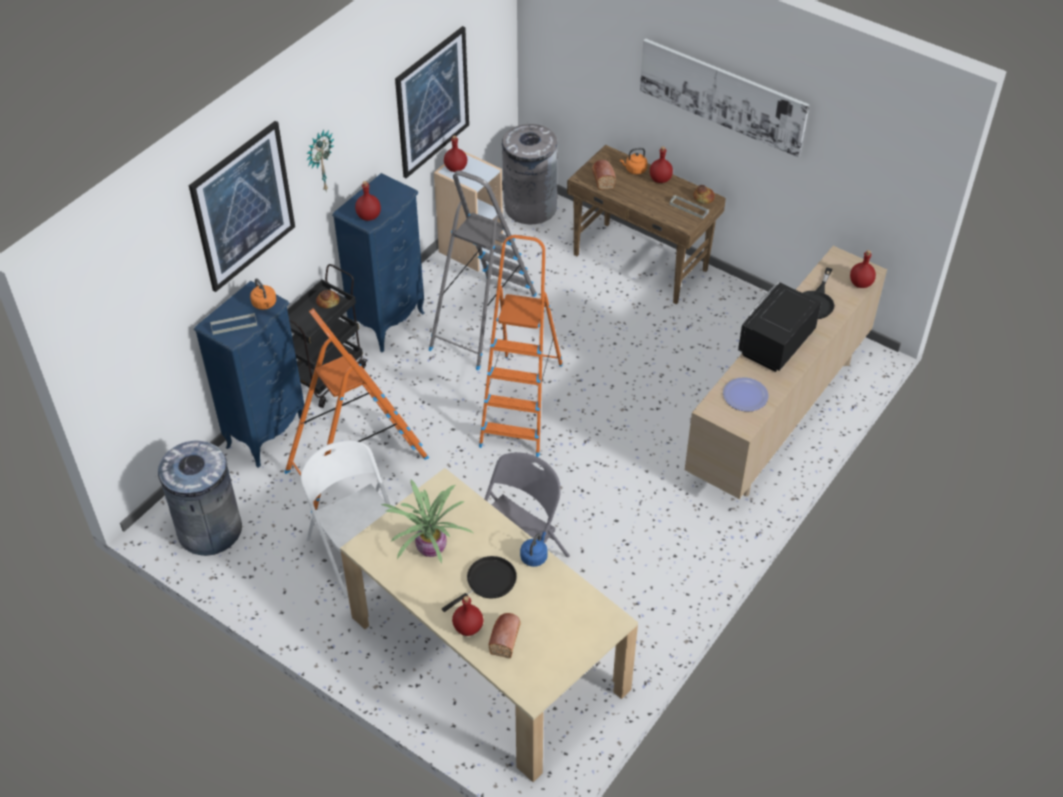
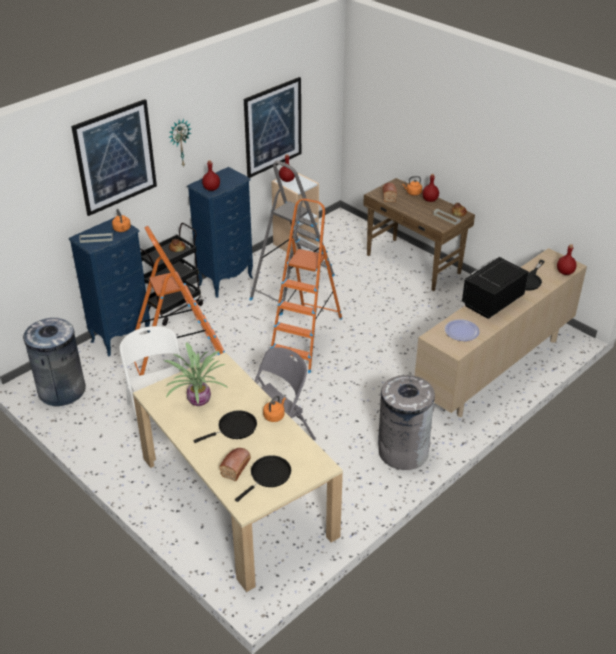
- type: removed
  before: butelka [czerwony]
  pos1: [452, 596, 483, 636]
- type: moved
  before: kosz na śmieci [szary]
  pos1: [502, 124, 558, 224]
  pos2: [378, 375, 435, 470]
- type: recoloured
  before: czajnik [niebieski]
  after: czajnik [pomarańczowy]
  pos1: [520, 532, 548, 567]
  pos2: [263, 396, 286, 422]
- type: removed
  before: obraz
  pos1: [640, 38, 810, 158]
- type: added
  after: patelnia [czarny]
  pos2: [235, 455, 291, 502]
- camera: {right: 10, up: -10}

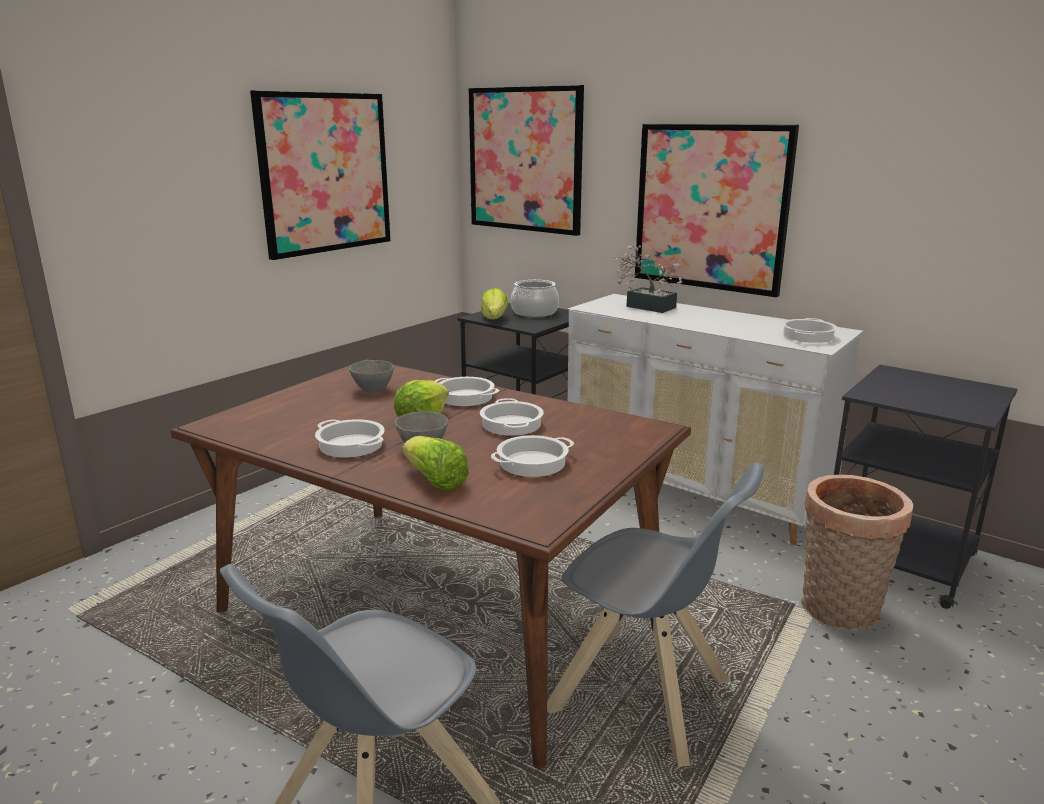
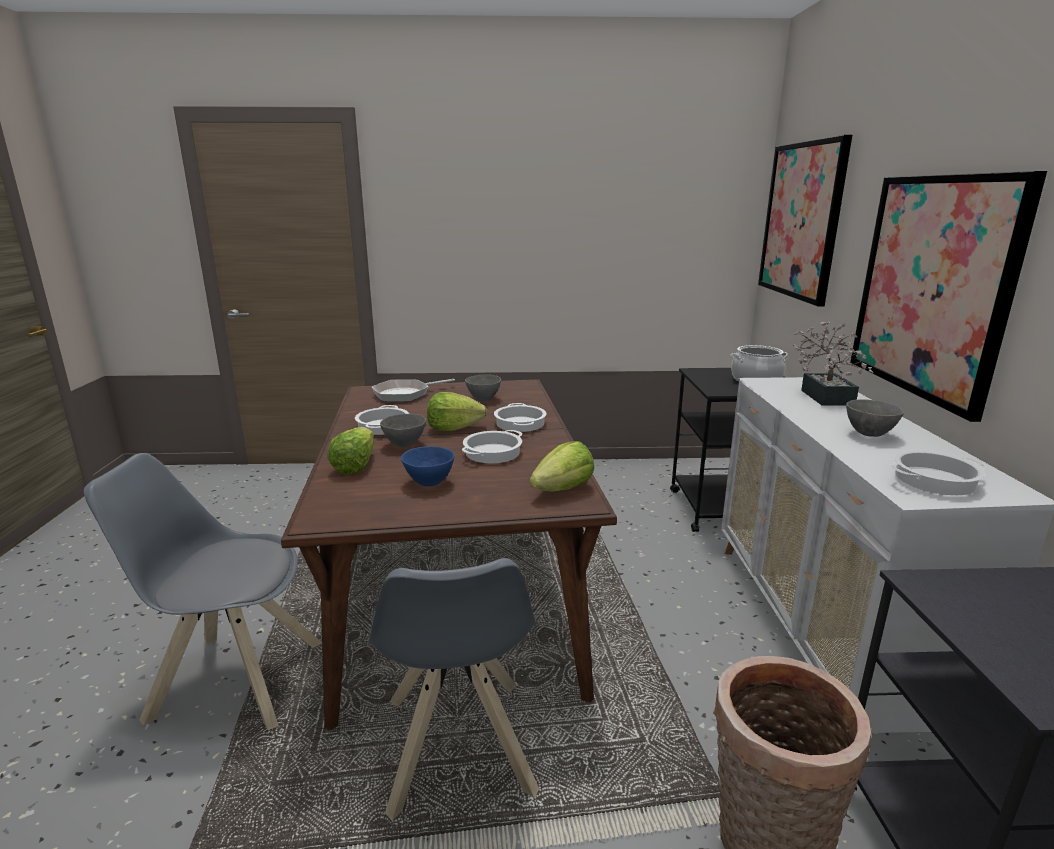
- type: removed
  before: obraz
  pos1: [250, 90, 391, 260]
- type: moved
  before: sałata
  pos1: [481, 288, 508, 319]
  pos2: [530, 441, 594, 492]
- type: replaced
  before: garnek
  after: miska [niebieski]
  pos1: [491, 435, 574, 477]
  pos2: [401, 446, 454, 486]
- type: added
  after: patelnia
  pos2: [372, 379, 455, 402]
- type: added
  after: miska [szary]
  pos2: [846, 399, 904, 437]
- camera: {right: 50, up: 0}

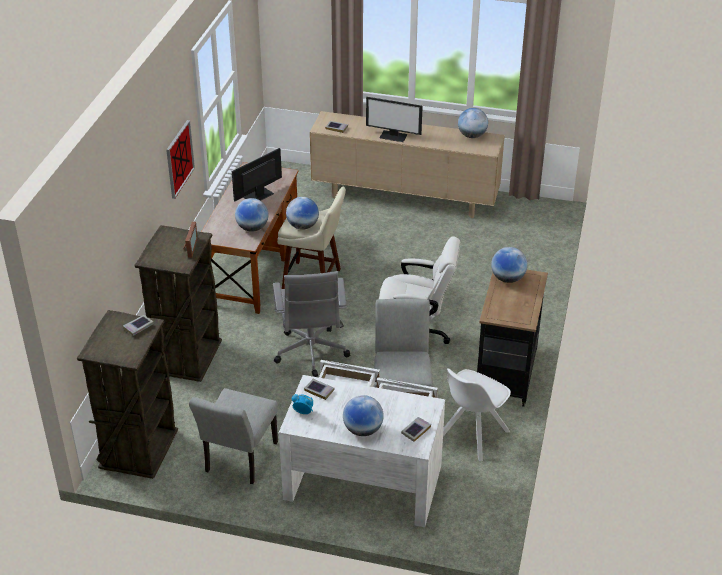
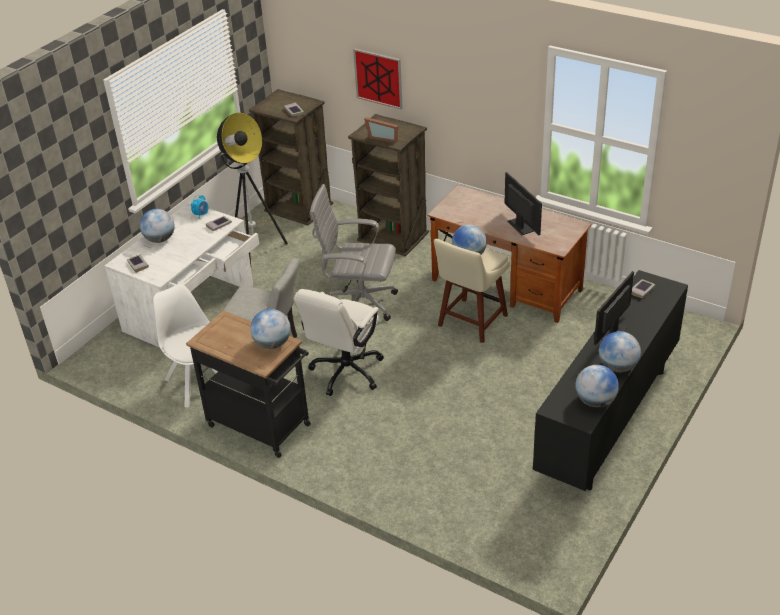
- type: moved
  before: obraz
  pos1: [166, 120, 195, 199]
  pos2: [353, 49, 403, 109]
- type: replaced
  before: krzesło [szary]
  after: lampa stojąca
  pos1: [189, 388, 278, 484]
  pos2: [217, 113, 288, 264]
- type: moved
  before: globus
  pos1: [235, 198, 269, 232]
  pos2: [599, 331, 641, 372]
- type: recoloured
  before: szafka [beżowy]
  after: szafka [czarny]
  pos1: [310, 111, 505, 218]
  pos2: [533, 270, 688, 491]
- camera: {right: 110, up: 0}

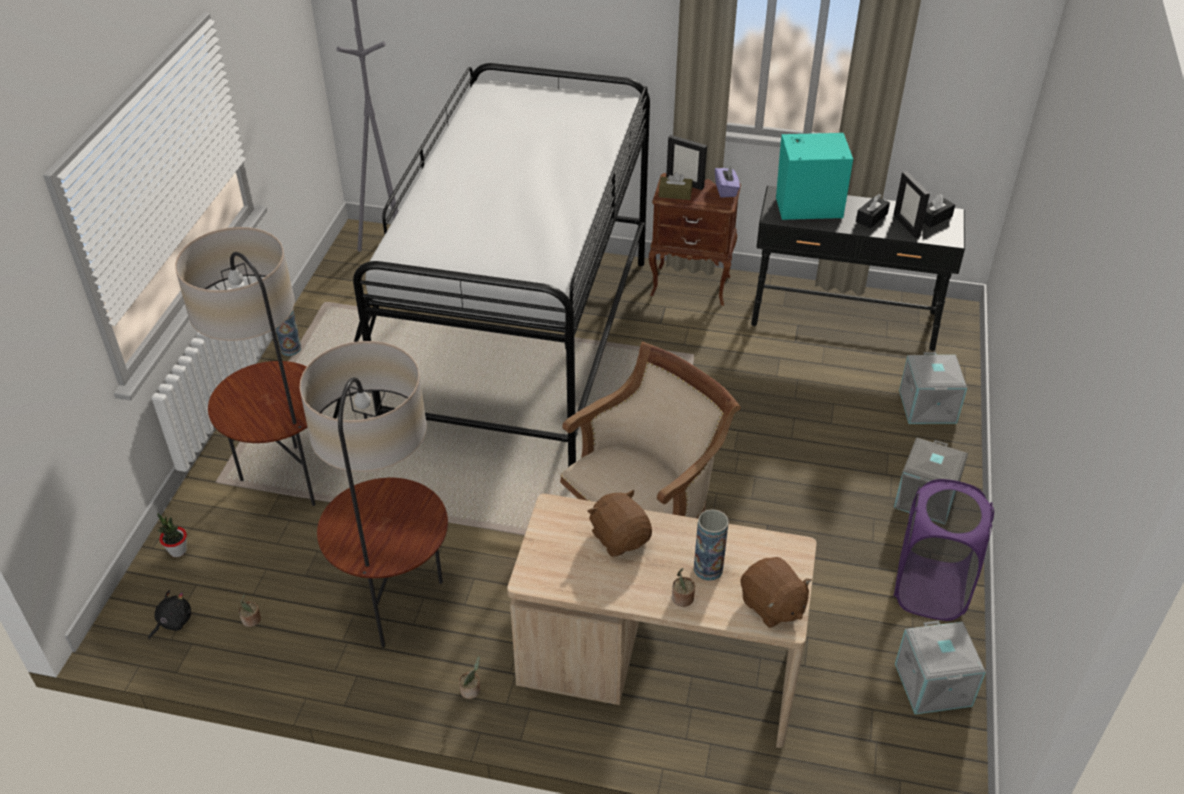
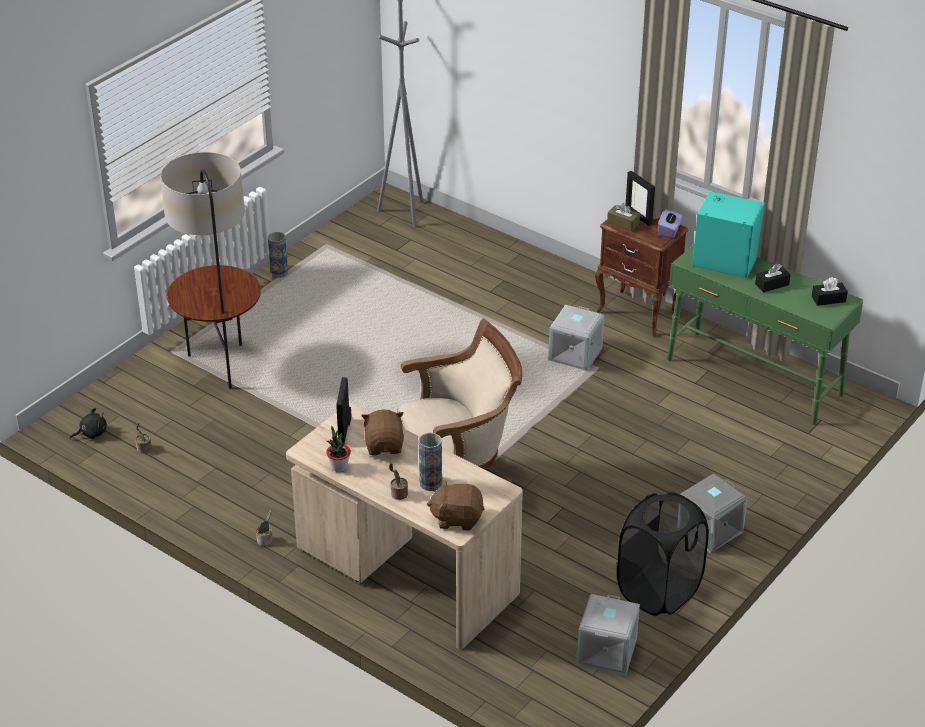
- type: moved
  before: roślina doniczkowa
  pos1: [157, 513, 187, 557]
  pos2: [326, 426, 351, 472]
- type: removed
  before: lampa stojąca
  pos1: [300, 341, 448, 648]
- type: removed
  before: łóżko [czarny]
  pos1: [333, 63, 650, 467]
- type: turned
  before: pluszak [brązowy]
  pos1: [740, 557, 812, 628]
  pos2: [427, 480, 485, 531]
  turn: 105
- type: recoloured
  before: stolik konsolowy [czarny]
  after: stolik konsolowy [zielony]
  pos1: [751, 186, 965, 351]
  pos2: [667, 245, 863, 425]
- type: moved
  before: ramka na zdjęcie
  pos1: [893, 171, 930, 238]
  pos2: [336, 377, 352, 443]
- type: recoloured
  before: kosz na pranie [fioletowy]
  after: kosz na pranie [czarny]
  pos1: [893, 479, 994, 621]
  pos2: [617, 492, 709, 616]
- type: moved
  before: pojemnik do przechowywania [szary]
  pos1: [899, 352, 967, 424]
  pos2: [548, 305, 604, 371]
- camera: {right: 25, up: -5}

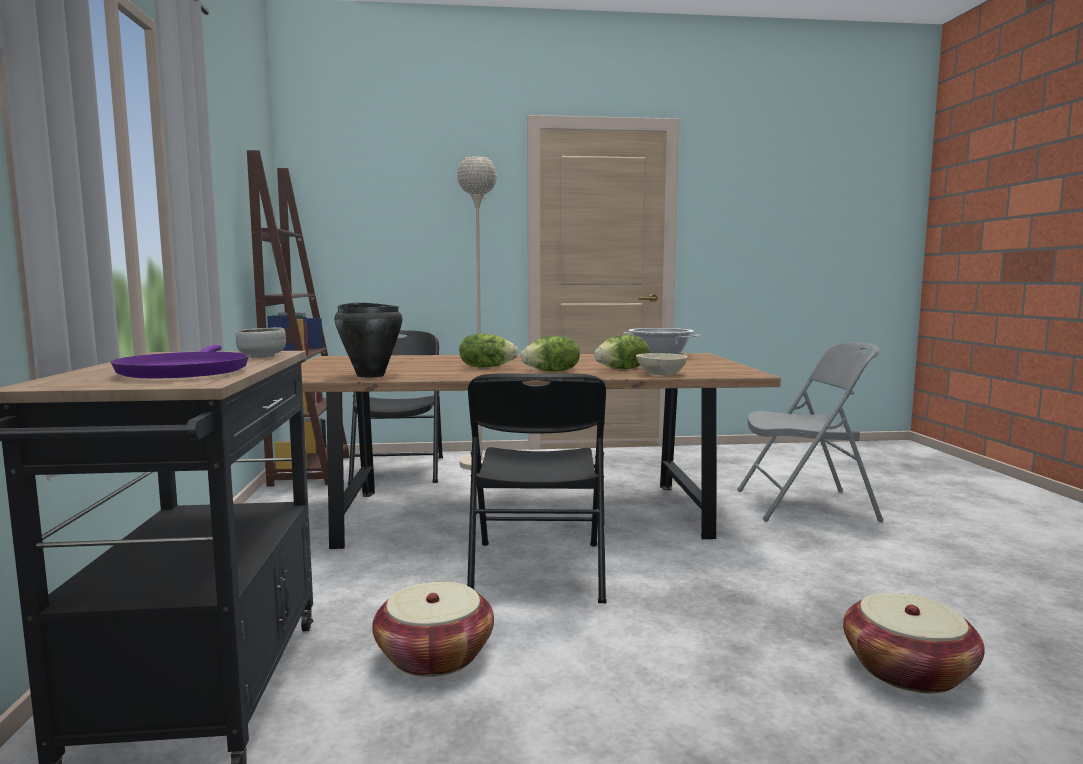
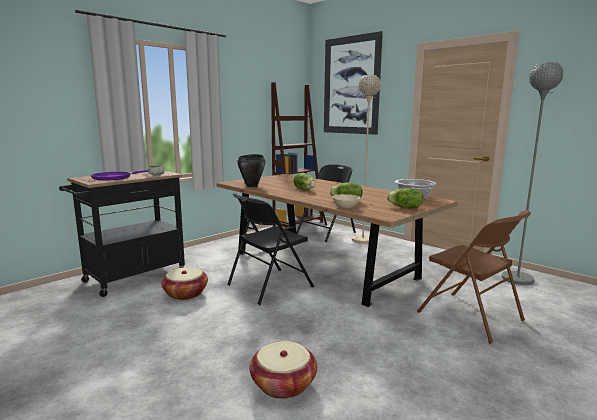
- type: moved
  before: sałata
  pos1: [521, 336, 580, 372]
  pos2: [387, 188, 423, 209]
- type: recoloured
  before: krzesło [szary]
  after: krzesło [brązowy]
  pos1: [737, 343, 883, 522]
  pos2: [417, 210, 531, 344]
- type: added
  after: obraz
  pos2: [324, 31, 383, 135]
- type: added
  after: lampa stojąca [szary]
  pos2: [502, 62, 563, 285]
- camera: {right: 50, up: 5}

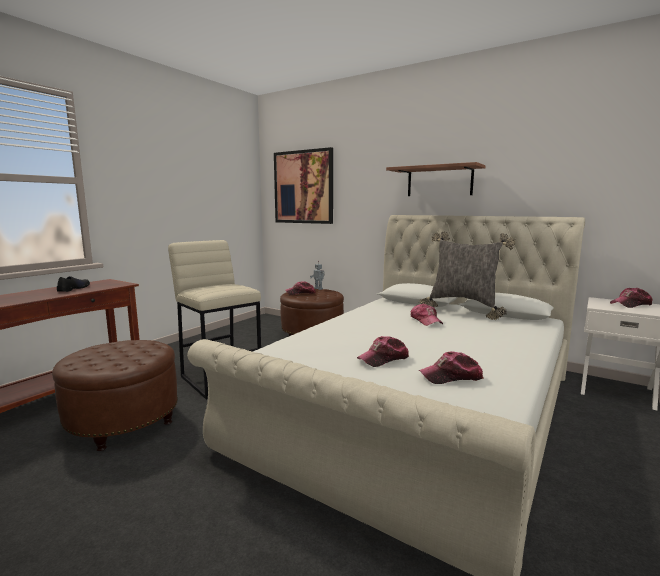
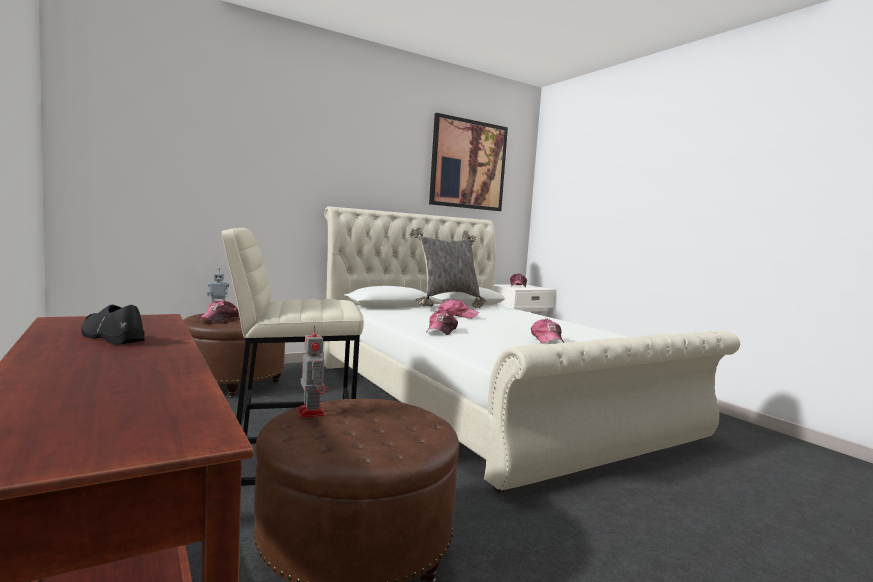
- type: moved
  before: obraz
  pos1: [274, 147, 333, 224]
  pos2: [429, 113, 508, 211]
- type: removed
  before: półka
  pos1: [386, 162, 486, 196]
- type: moved
  before: czapka z daszkiem
  pos1: [419, 351, 484, 384]
  pos2: [426, 310, 458, 335]
- type: added
  after: robot zabawkowy
  pos2: [297, 325, 327, 418]
- camera: {right: -65, up: -5}

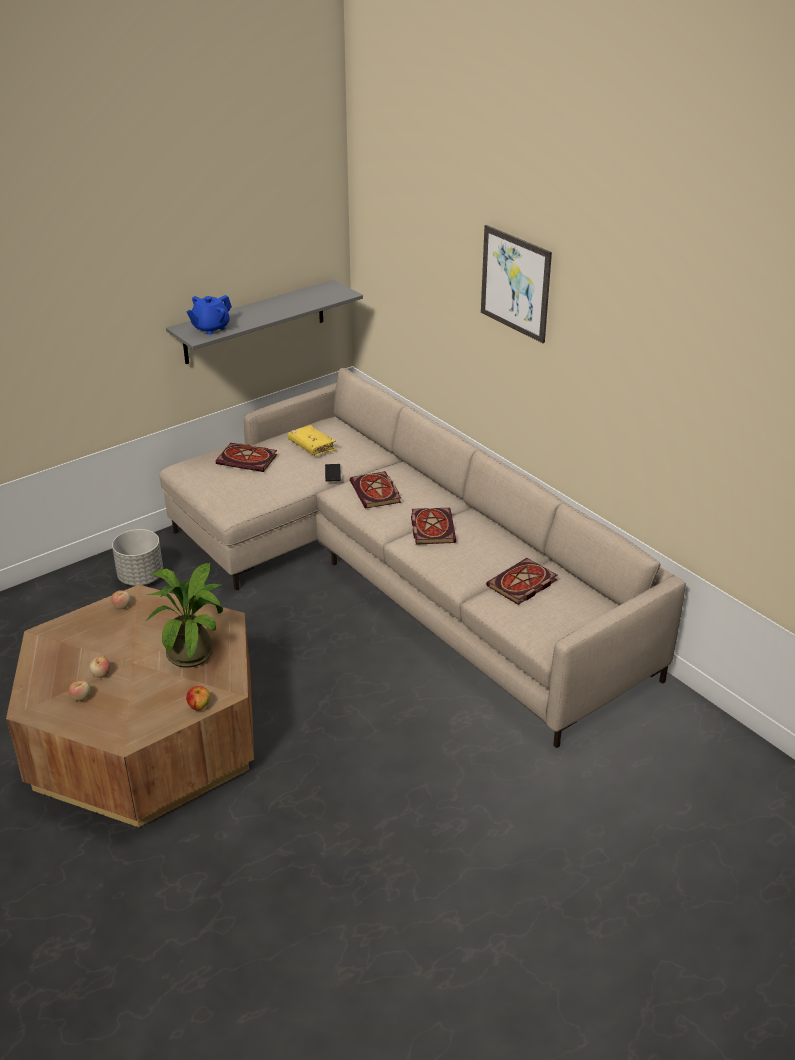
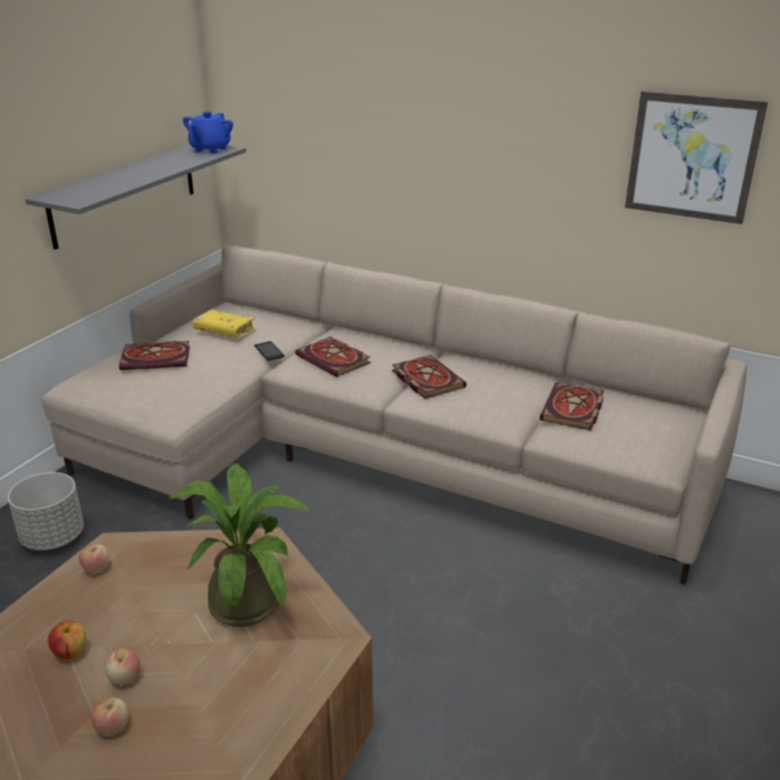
- type: moved
  before: imbryk [niebieski]
  pos1: [186, 295, 232, 335]
  pos2: [183, 111, 233, 154]
- type: moved
  before: jabłko
  pos1: [186, 686, 210, 711]
  pos2: [48, 621, 86, 660]
- type: moved
  before: obraz
  pos1: [481, 225, 552, 343]
  pos2: [625, 91, 768, 224]
- camera: {right: -25, up: -5}

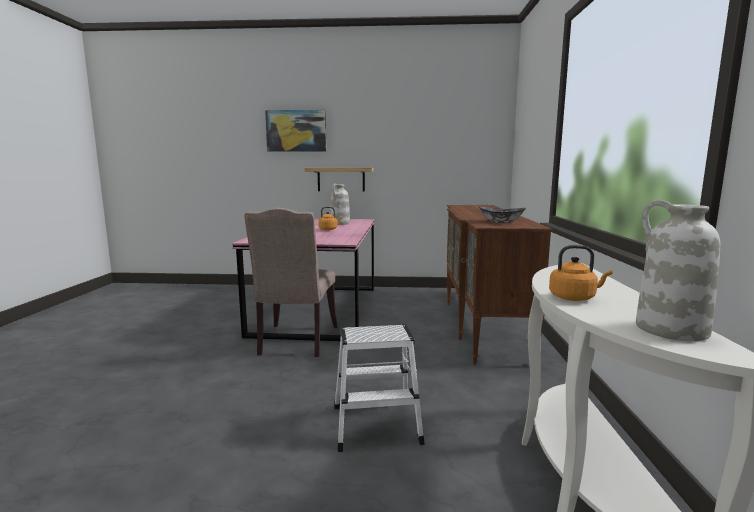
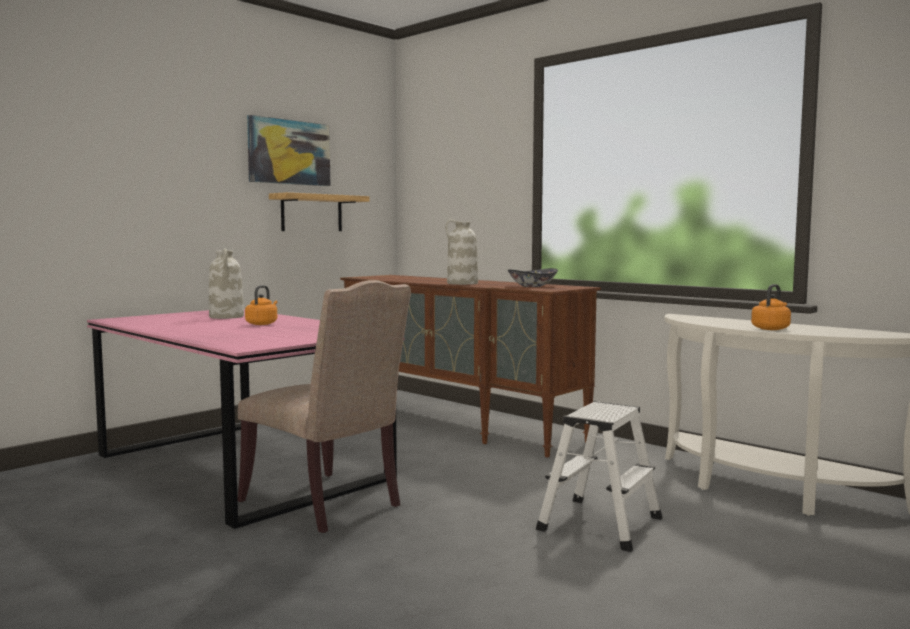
- type: moved
  before: obraz
  pos1: [265, 110, 326, 152]
  pos2: [247, 115, 330, 186]
- type: moved
  before: półka
  pos1: [305, 168, 373, 191]
  pos2: [269, 192, 370, 231]
- type: moved
  before: wazon [biały]
  pos1: [636, 200, 720, 341]
  pos2: [445, 219, 478, 285]
- camera: {right: -50, up: -5}

